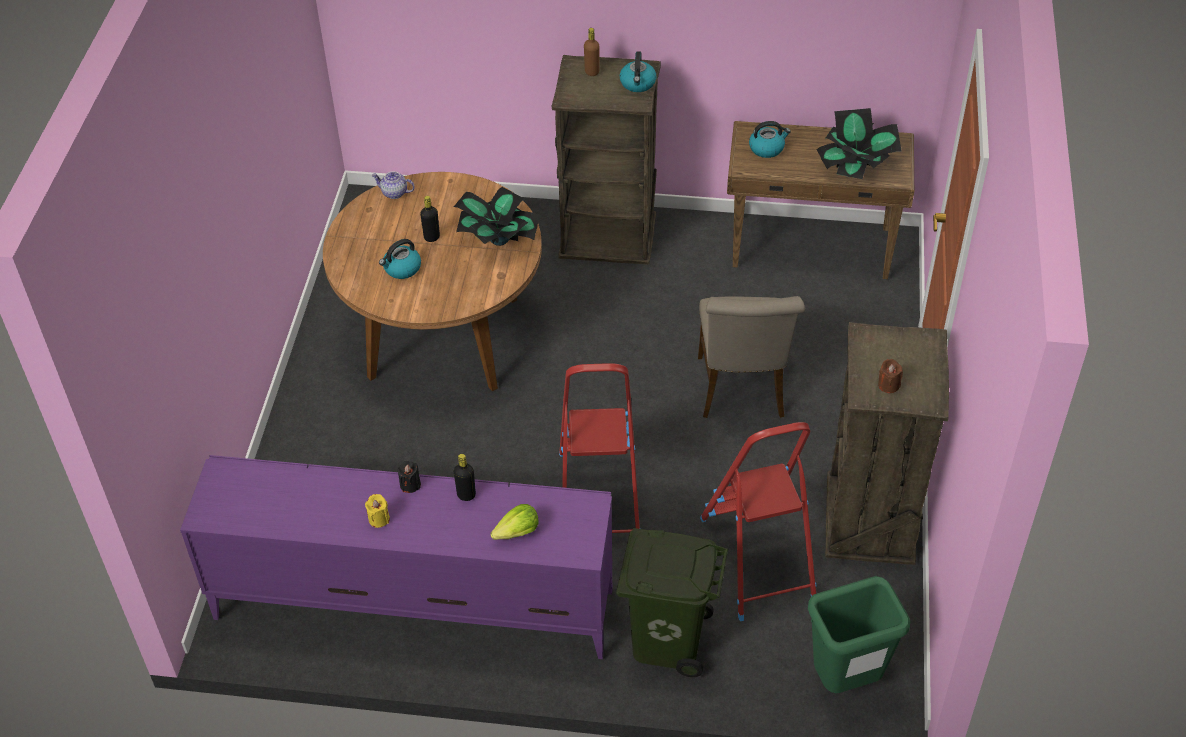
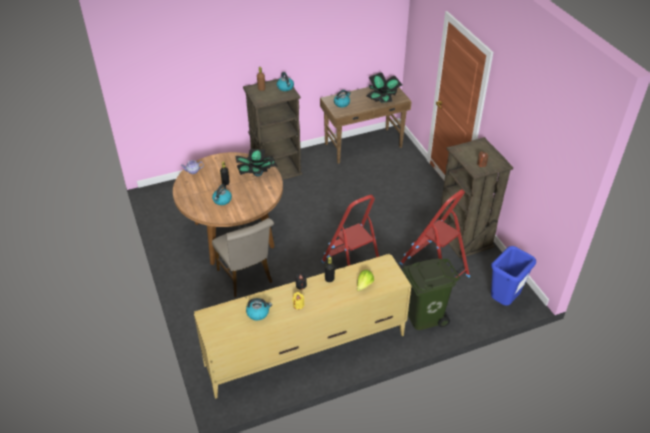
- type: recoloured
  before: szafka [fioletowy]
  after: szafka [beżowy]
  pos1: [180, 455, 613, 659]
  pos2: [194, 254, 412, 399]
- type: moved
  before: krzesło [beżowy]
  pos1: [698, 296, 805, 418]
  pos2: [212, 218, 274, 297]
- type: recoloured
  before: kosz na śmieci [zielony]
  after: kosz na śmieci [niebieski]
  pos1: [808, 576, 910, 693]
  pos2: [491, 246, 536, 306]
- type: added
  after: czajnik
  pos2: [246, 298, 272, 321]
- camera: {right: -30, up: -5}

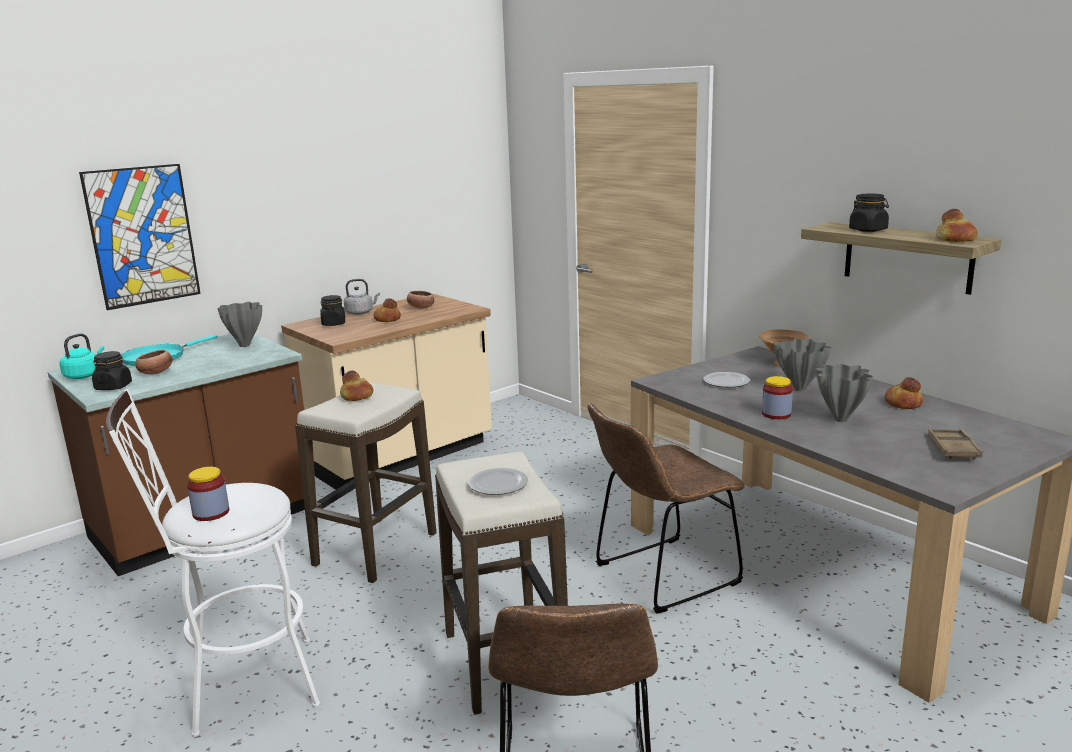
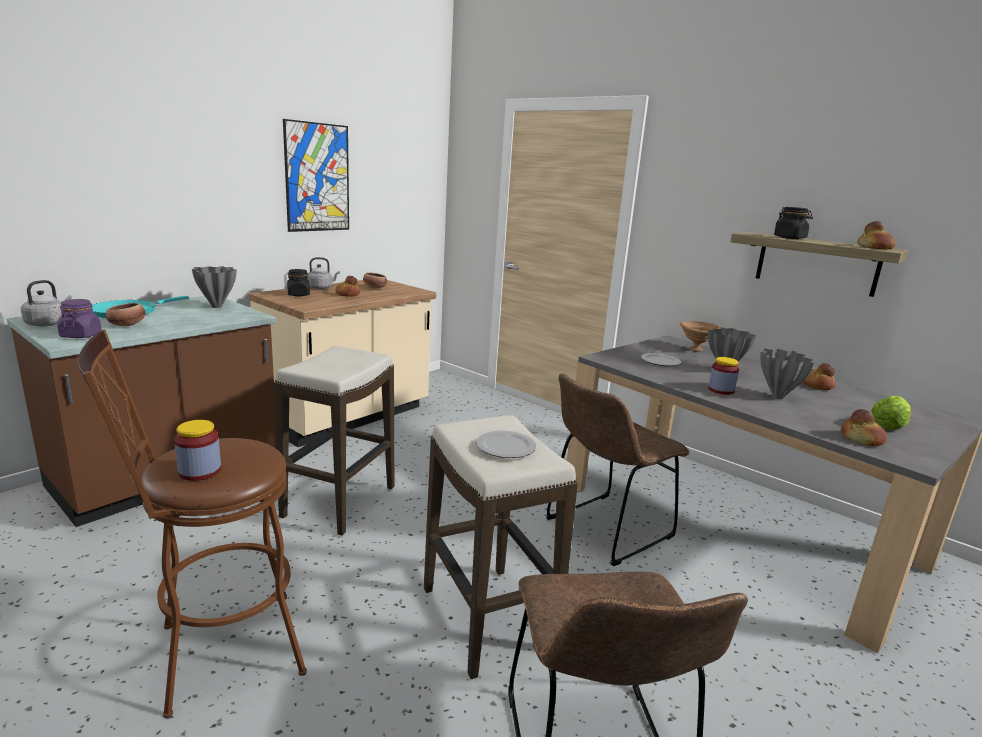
- type: recoloured
  before: czajnik [turkusowy]
  after: czajnik [szary]
  pos1: [59, 333, 104, 379]
  pos2: [21, 280, 72, 326]
- type: moved
  before: obraz
  pos1: [79, 164, 201, 310]
  pos2: [283, 119, 349, 232]
- type: recoloured
  before: słoik [czarny]
  after: słoik [fioletowy]
  pos1: [92, 351, 132, 390]
  pos2: [57, 299, 102, 338]
- type: recoloured
  before: stołek [biały]
  after: stołek [brązowy]
  pos1: [106, 389, 320, 737]
  pos2: [78, 329, 307, 718]
- type: moved
  before: chleb
  pos1: [340, 370, 373, 401]
  pos2: [841, 409, 887, 446]
- type: replaced
  before: taca [brązowy]
  after: sałata
  pos1: [928, 429, 983, 460]
  pos2: [871, 396, 911, 430]
- camera: {right: -10, up: 0}

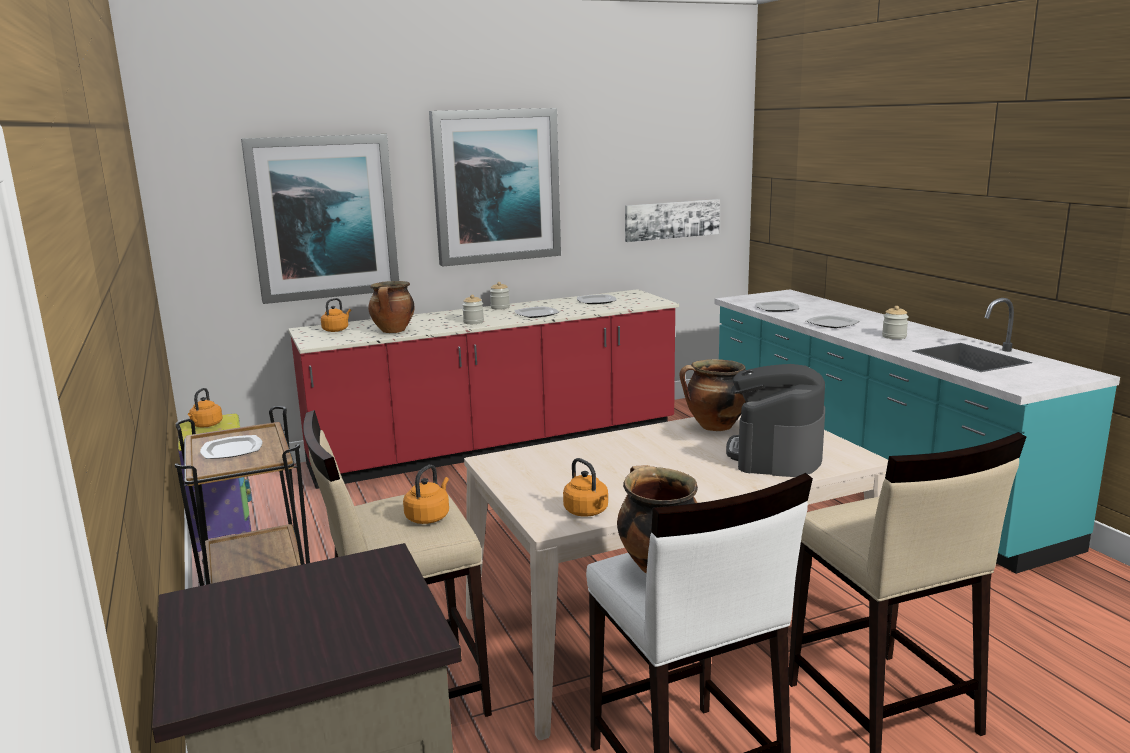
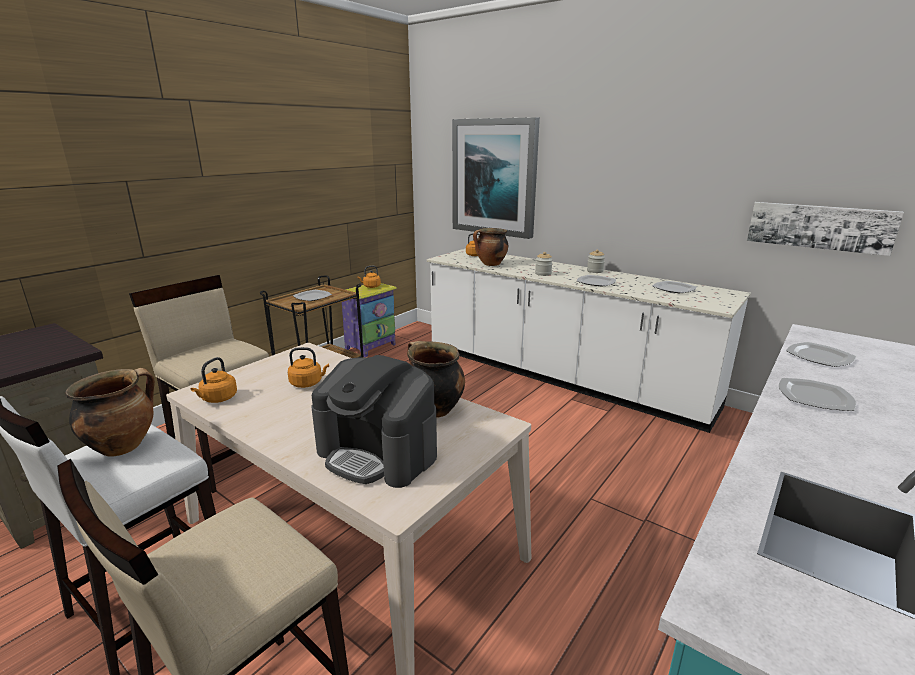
- type: recoloured
  before: zabudowa kuchenna [czerwony]
  after: zabudowa kuchenna [biały]
  pos1: [288, 289, 679, 489]
  pos2: [427, 248, 751, 433]
- type: moved
  before: czajnik [pomarańczowy]
  pos1: [403, 465, 449, 524]
  pos2: [288, 347, 329, 388]
- type: removed
  before: obraz
  pos1: [429, 108, 561, 267]
- type: turned
  before: ekspres do kawy
  pos1: [726, 364, 825, 477]
  pos2: [311, 355, 437, 488]
  turn: -135
- type: removed
  before: słoik
  pos1: [882, 306, 909, 339]
- camera: {right: 60, up: 5}

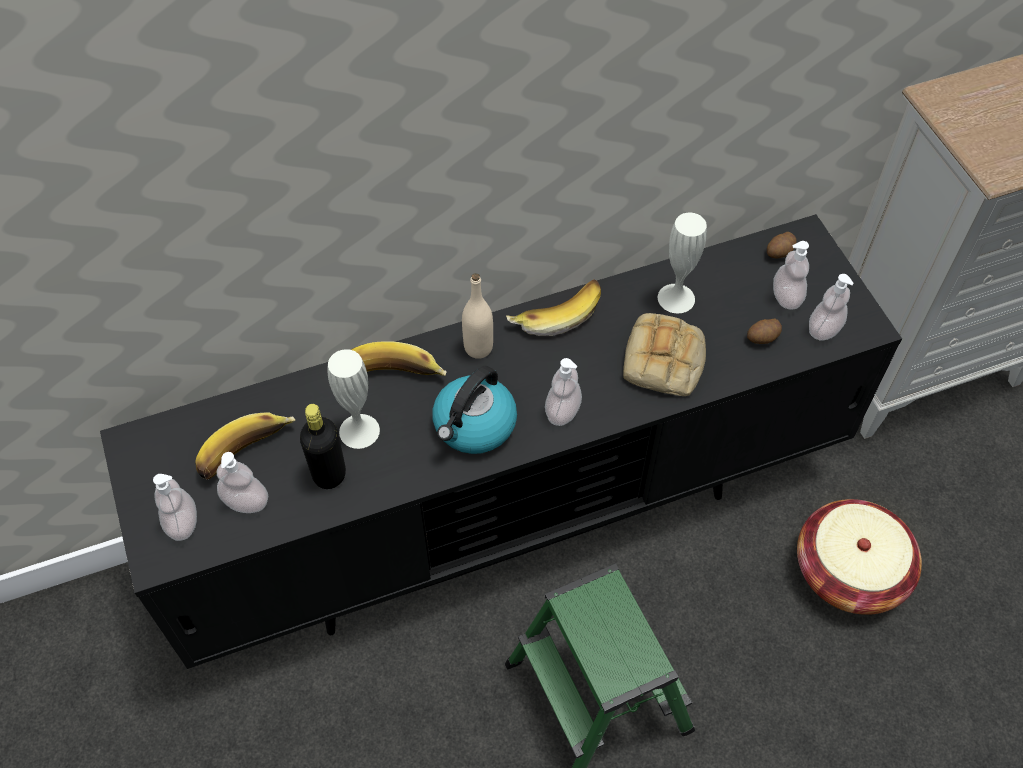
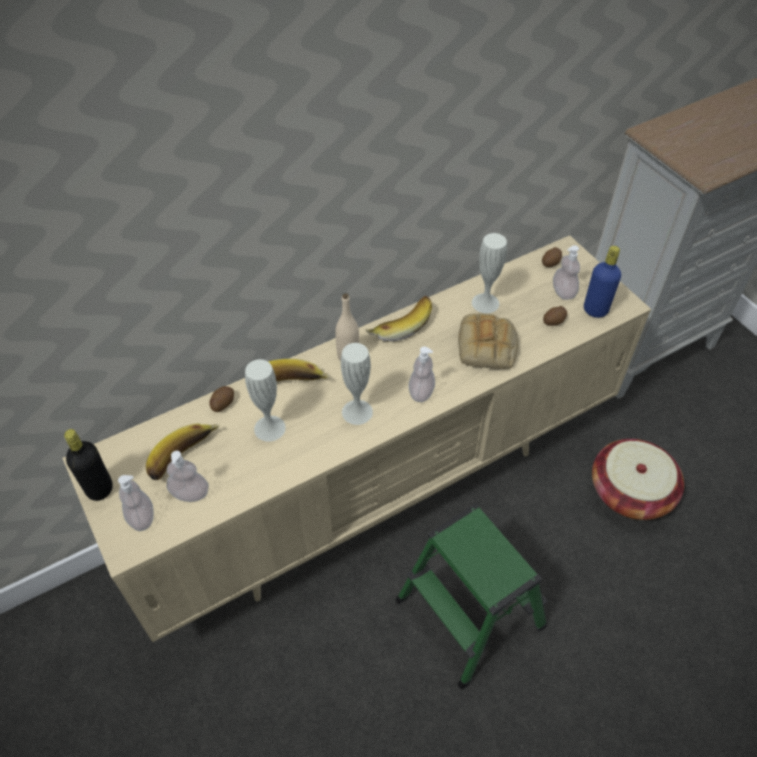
- type: recoloured
  before: szafka [czarny]
  after: szafka [beżowy]
  pos1: [100, 214, 902, 669]
  pos2: [62, 235, 651, 642]
- type: moved
  before: butelka [czarny]
  pos1: [300, 404, 346, 489]
  pos2: [64, 429, 113, 501]
- type: replaced
  before: czajnik
  after: wazon [biały]
  pos1: [432, 366, 517, 454]
  pos2: [341, 343, 373, 425]
- type: replaced
  before: dozownik mydła
  after: butelka [niebieski]
  pos1: [809, 274, 854, 341]
  pos2: [584, 246, 621, 318]
- type: added
  after: ziemniak
  pos2: [209, 386, 234, 412]
- camera: {right: -10, up: -5}

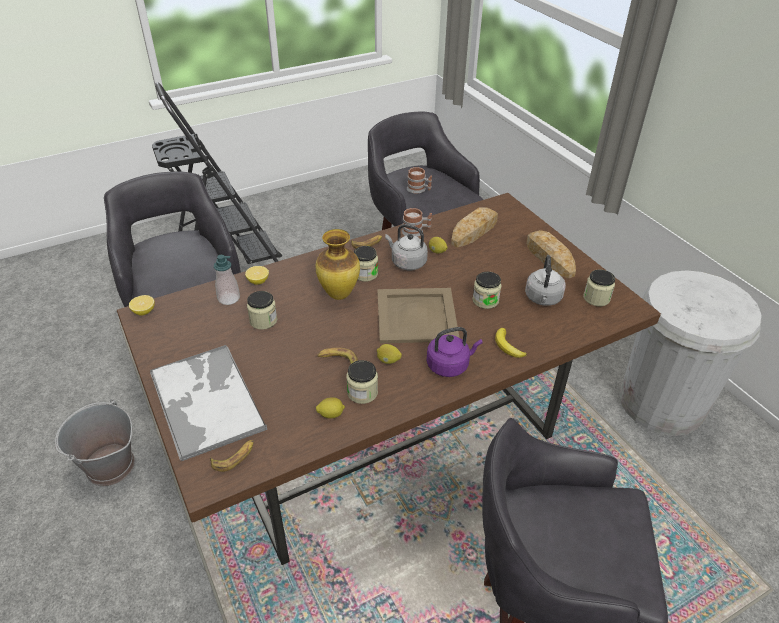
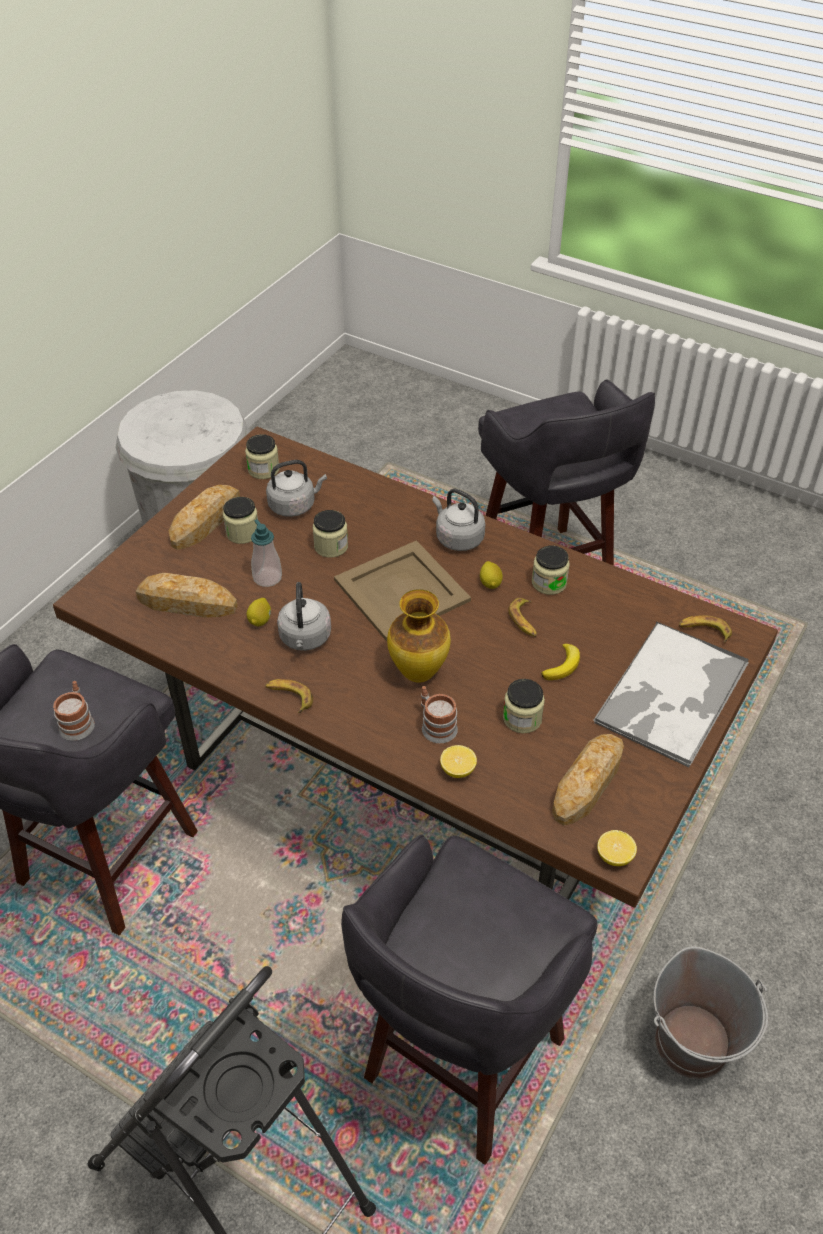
- type: moved
  before: dozownik mydła
  pos1: [214, 255, 240, 305]
  pos2: [251, 519, 282, 587]
- type: removed
  before: cytryna
  pos1: [316, 397, 345, 419]
- type: moved
  before: słoik
  pos1: [354, 246, 378, 282]
  pos2: [223, 497, 258, 544]
- type: moved
  before: kubek
  pos1: [402, 208, 432, 237]
  pos2: [421, 686, 458, 743]
- type: recoloured
  before: czajnik [fioletowy]
  after: czajnik [szary]
  pos1: [427, 327, 483, 377]
  pos2: [432, 489, 485, 551]
- type: moved
  before: banan
  pos1: [495, 328, 527, 358]
  pos2: [541, 643, 580, 680]
- type: added
  after: chleb
  pos2: [552, 734, 624, 825]
- camera: {right: -120, up: 5}

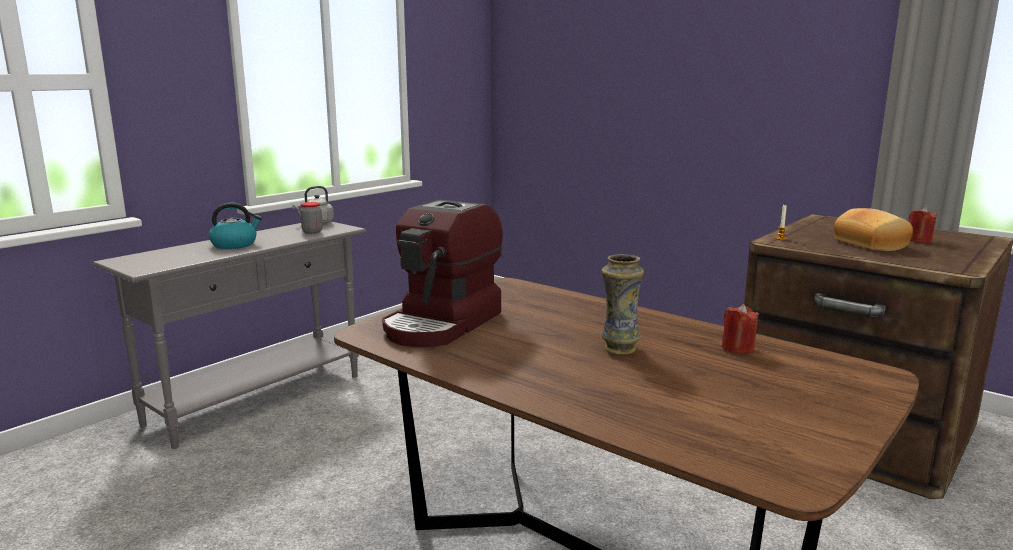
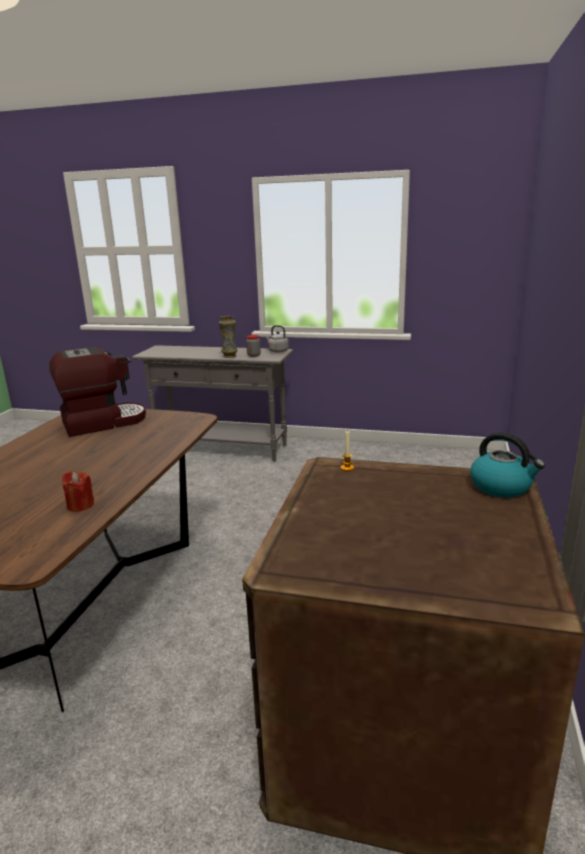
- type: moved
  before: czajnik
  pos1: [209, 203, 262, 249]
  pos2: [470, 432, 545, 497]
- type: turned
  before: ekspres do kawy
  pos1: [382, 200, 503, 347]
  pos2: [49, 347, 146, 437]
  turn: 150
- type: moved
  before: wazon
  pos1: [601, 254, 644, 355]
  pos2: [218, 316, 238, 358]
- type: removed
  before: chleb
  pos1: [834, 208, 913, 251]
- type: removed
  before: świeca [czerwony]
  pos1: [909, 207, 938, 243]
- camera: {right: 65, up: 5}

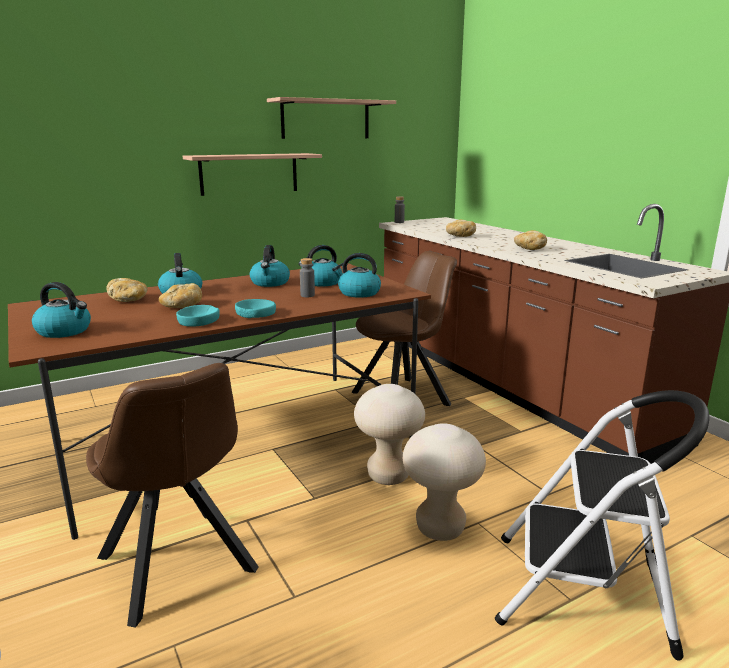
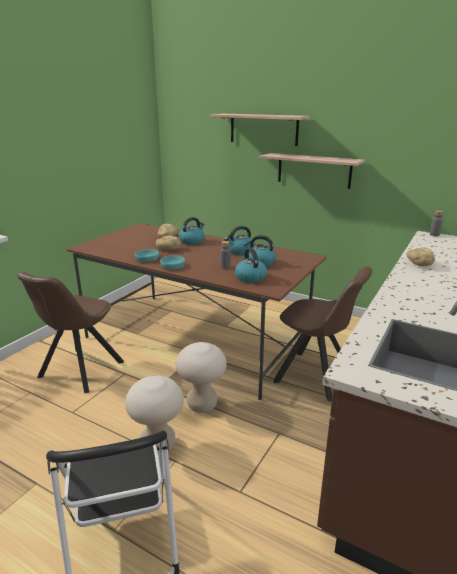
- type: removed
  before: czajnik
  pos1: [32, 282, 91, 338]
- type: moved
  before: półka
  pos1: [267, 97, 396, 139]
  pos2: [210, 114, 310, 146]
- type: removed
  before: chleb
  pos1: [514, 230, 547, 250]
- camera: {right: 60, up: 5}

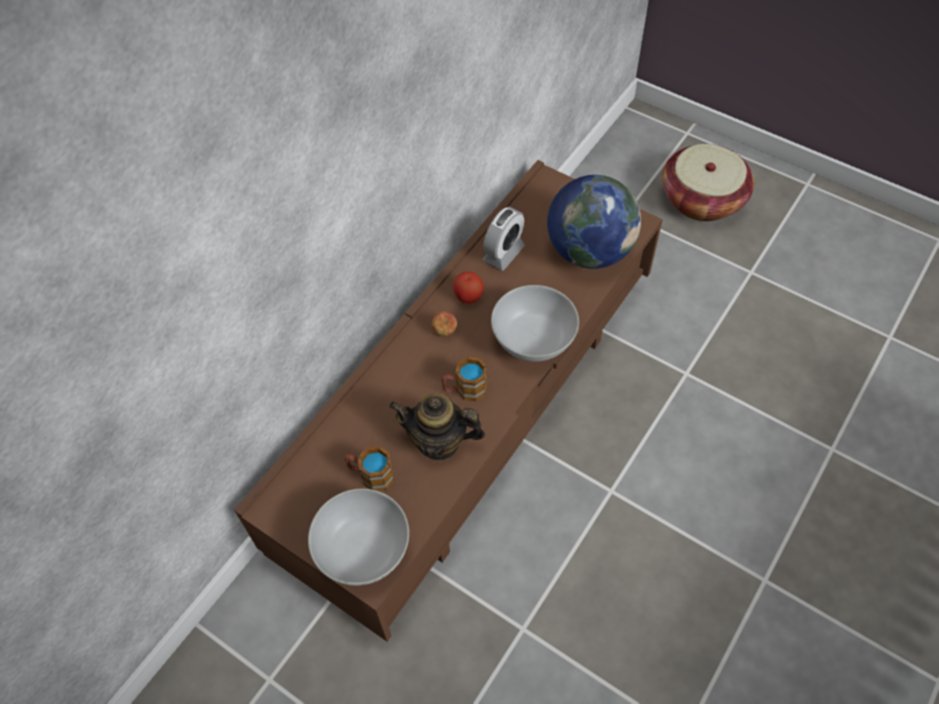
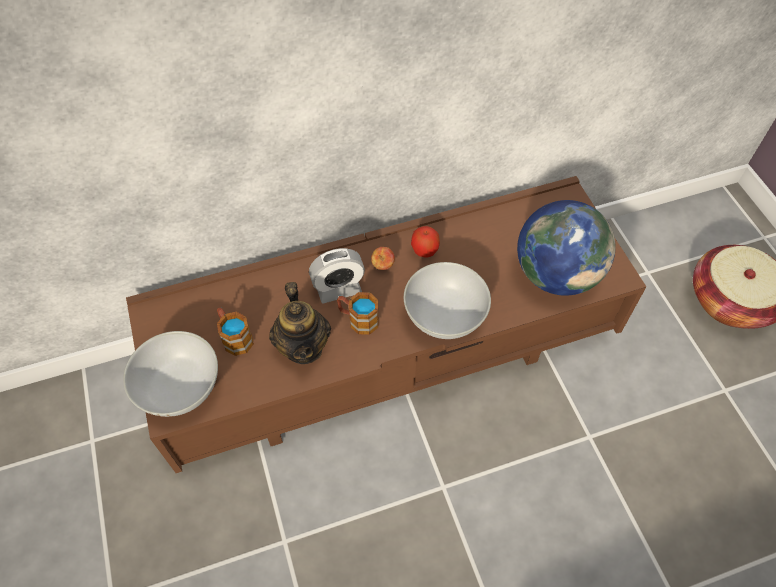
- type: turned
  before: imbryk
  pos1: [389, 393, 485, 461]
  pos2: [269, 282, 331, 364]
  turn: -150
- type: moved
  before: budzik
  pos1: [483, 207, 525, 271]
  pos2: [309, 248, 365, 303]
- camera: {right: 35, up: 0}

